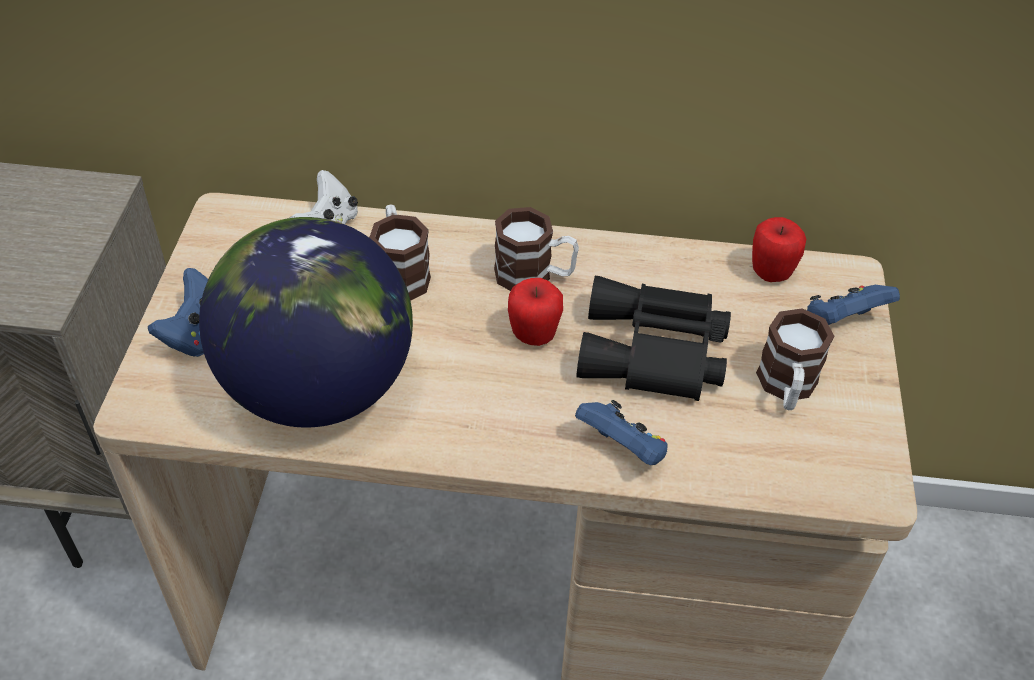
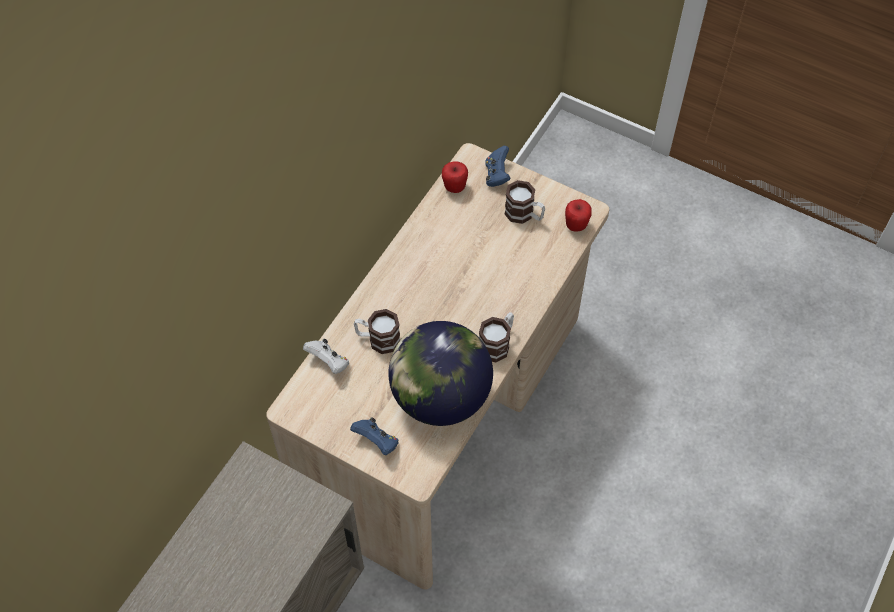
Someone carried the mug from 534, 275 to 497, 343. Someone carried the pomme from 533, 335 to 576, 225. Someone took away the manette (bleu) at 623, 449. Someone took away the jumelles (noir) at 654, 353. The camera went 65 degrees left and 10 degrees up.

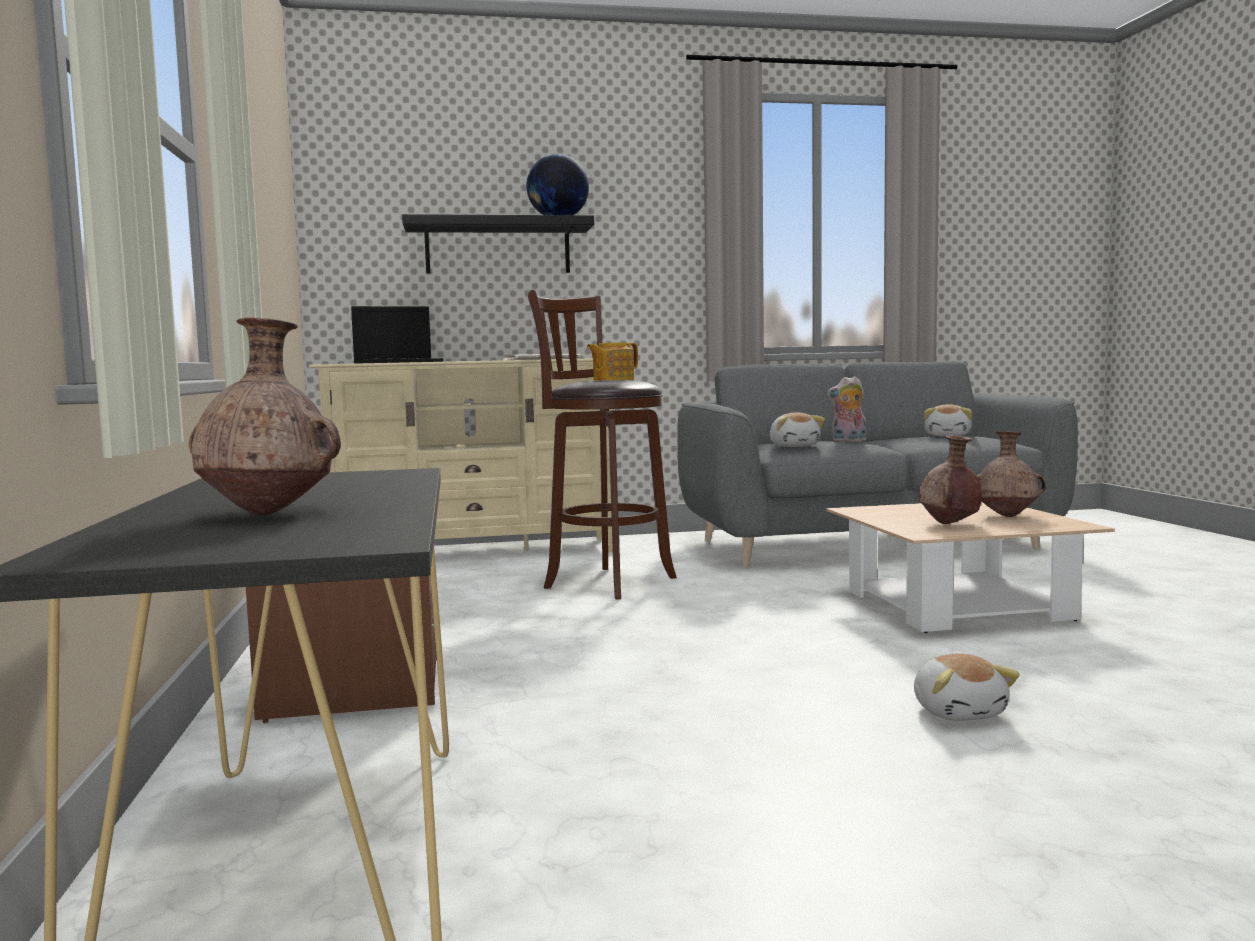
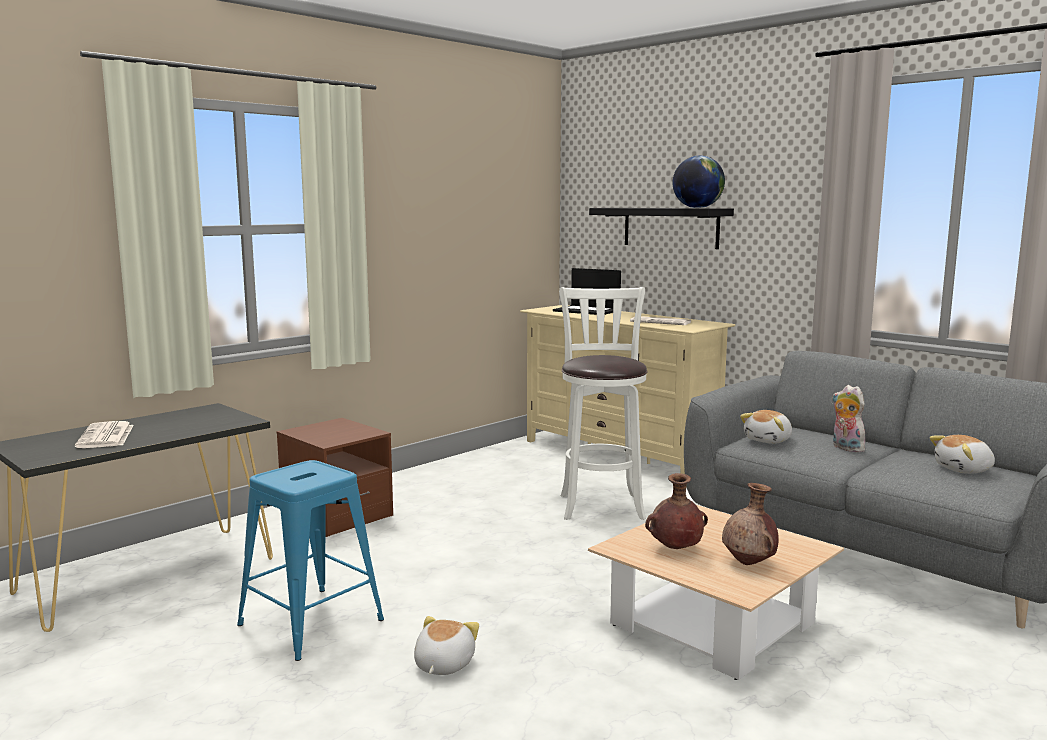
Someone swapped the vase (marron) at 270, 513 for the journal at 106, 436. Someone repainted the tabouret (marron) at 604, 582, which became the tabouret (blanc) at 601, 505. Someone took away the théière at 612, 380. Someone rotated the peluche at 959, 712 by 150 degrees clockwise. Someone put down the tabouret (bleu) at 311, 623. The camera went 55 degrees right and 5 degrees up.

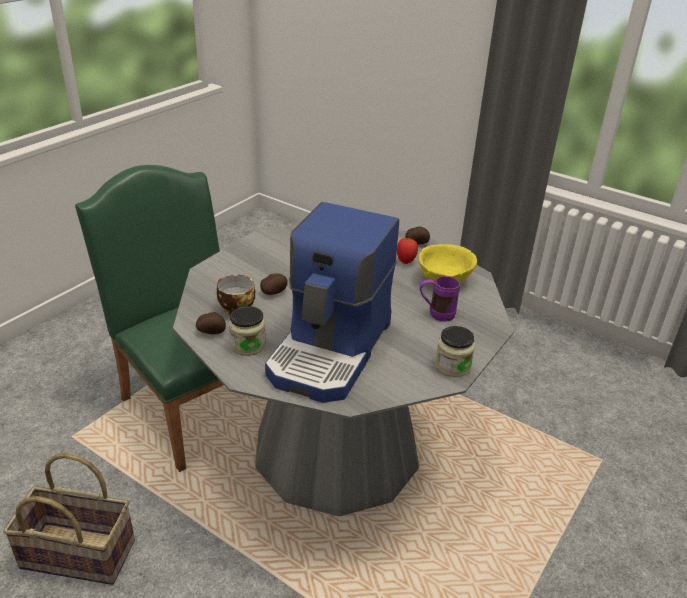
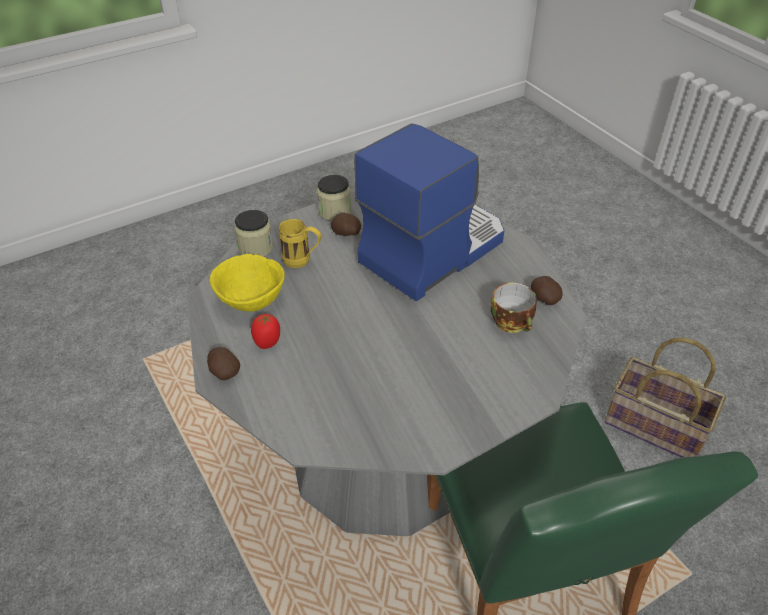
Someone carried the bocal from 248, 345 to 255, 248. Someone carried the pomme de terre from 274, 292 to 346, 233. Someone repainted the mug (violet) at 436, 314, which became the mug (jaune) at 302, 261. The camera went 155 degrees left and 10 degrees up.

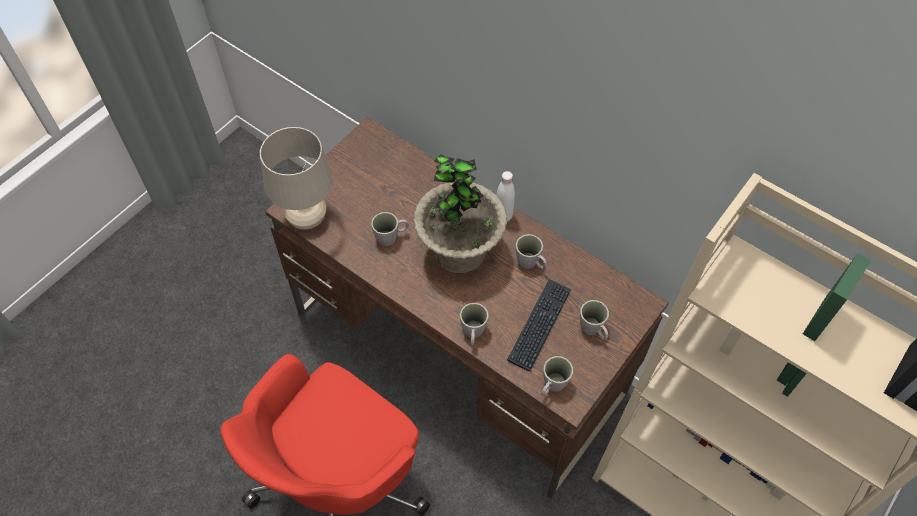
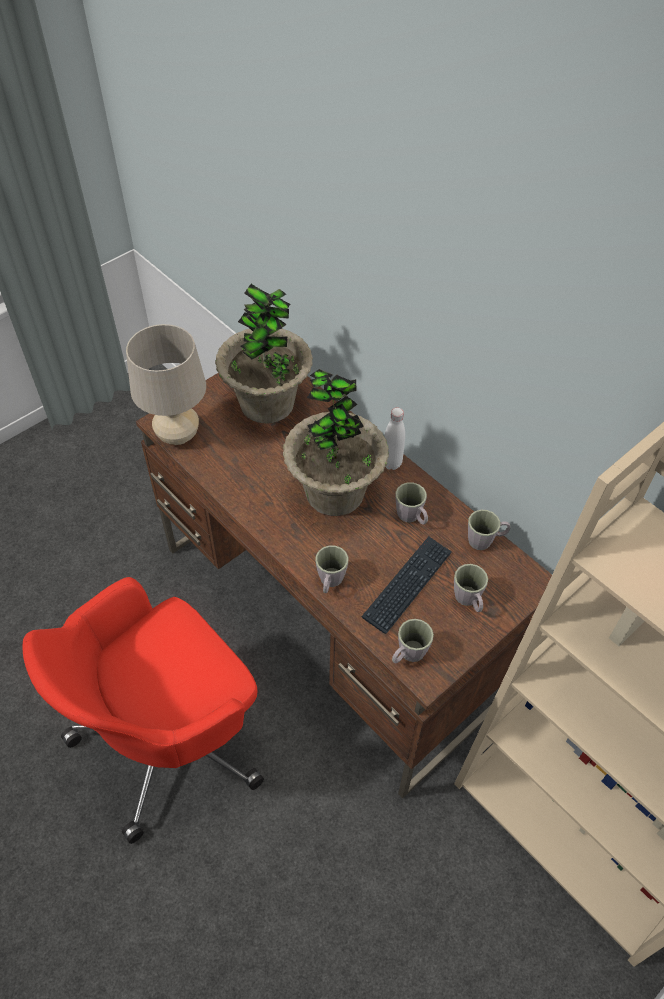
Someone carried the mug (gris) from 391, 237 to 485, 540. Someone put down the plante en pot at 267, 404. The camera went 10 degrees right and 5 degrees down.

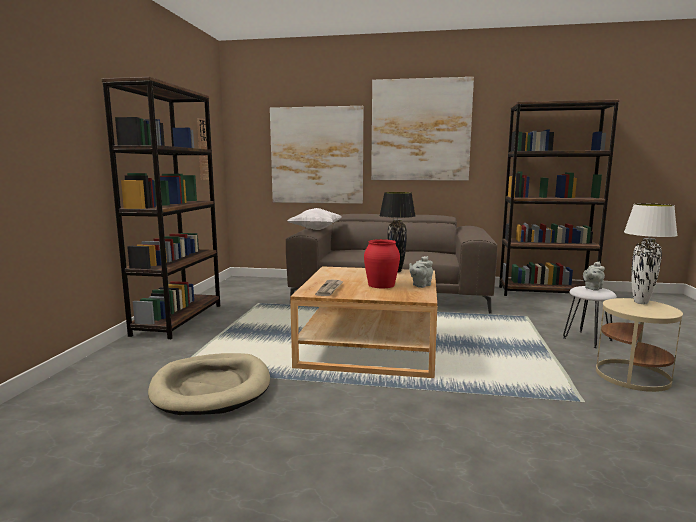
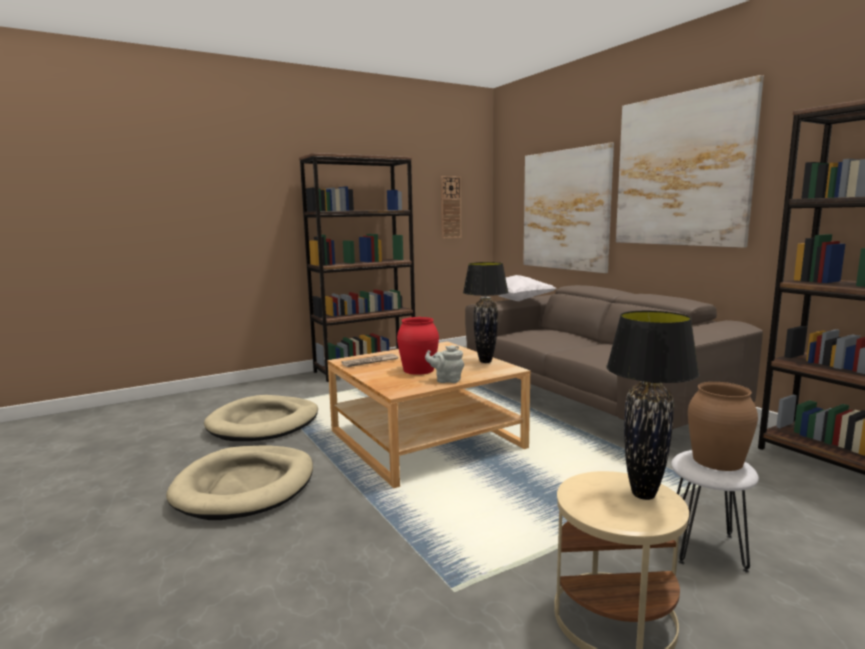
Someone swapped the théière (gris) at 592, 288 for the vase (marron) at 718, 460. Someone repainted the lampe de table (blanc) at 641, 303, which became the lampe de table (noir) at 643, 495. Someone put down the panier pour chien (beige) at 245, 486. The camera went 50 degrees right and 0 degrees up.

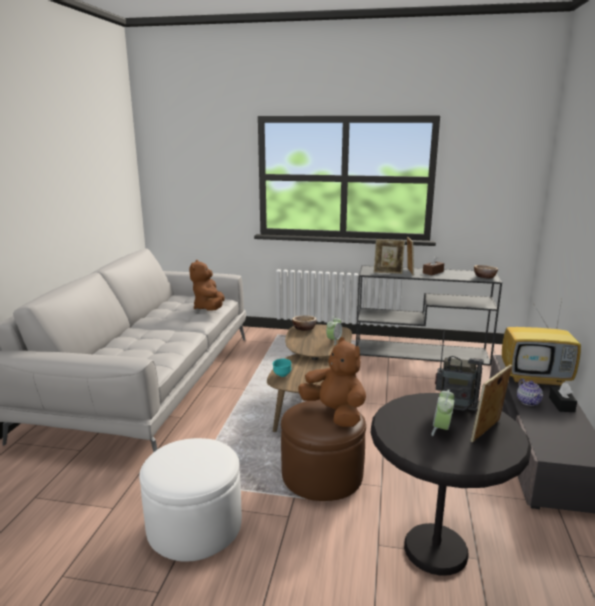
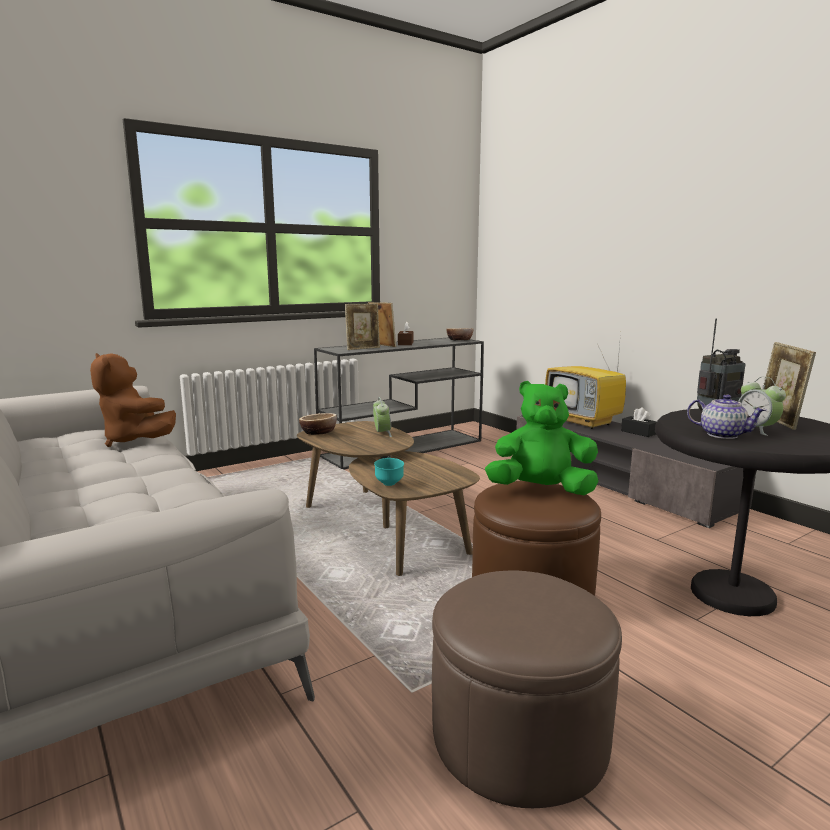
Someone repainted the pouf (blanc) at 194, 525, which became the pouf (marron) at 519, 735. Someone repainted the peluche (marron) at 335, 413, which became the peluche (vert) at 541, 490. Someone rotated the téléviseur at 536, 378 by 90 degrees clockwise. Someone carried the théière from 528, 401 to 721, 435. The camera went 45 degrees left and 5 degrees down.

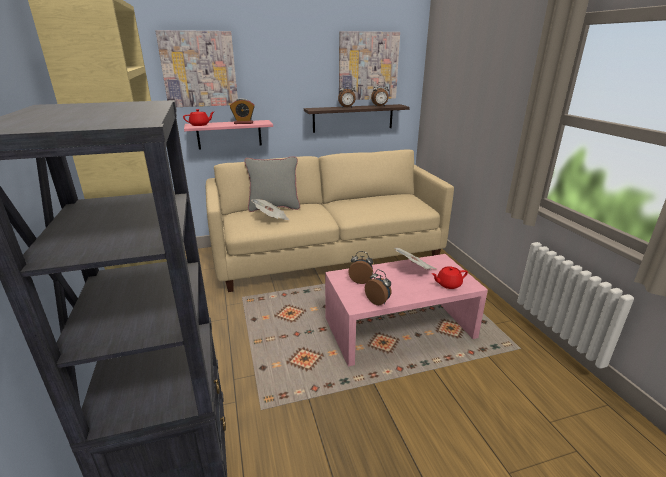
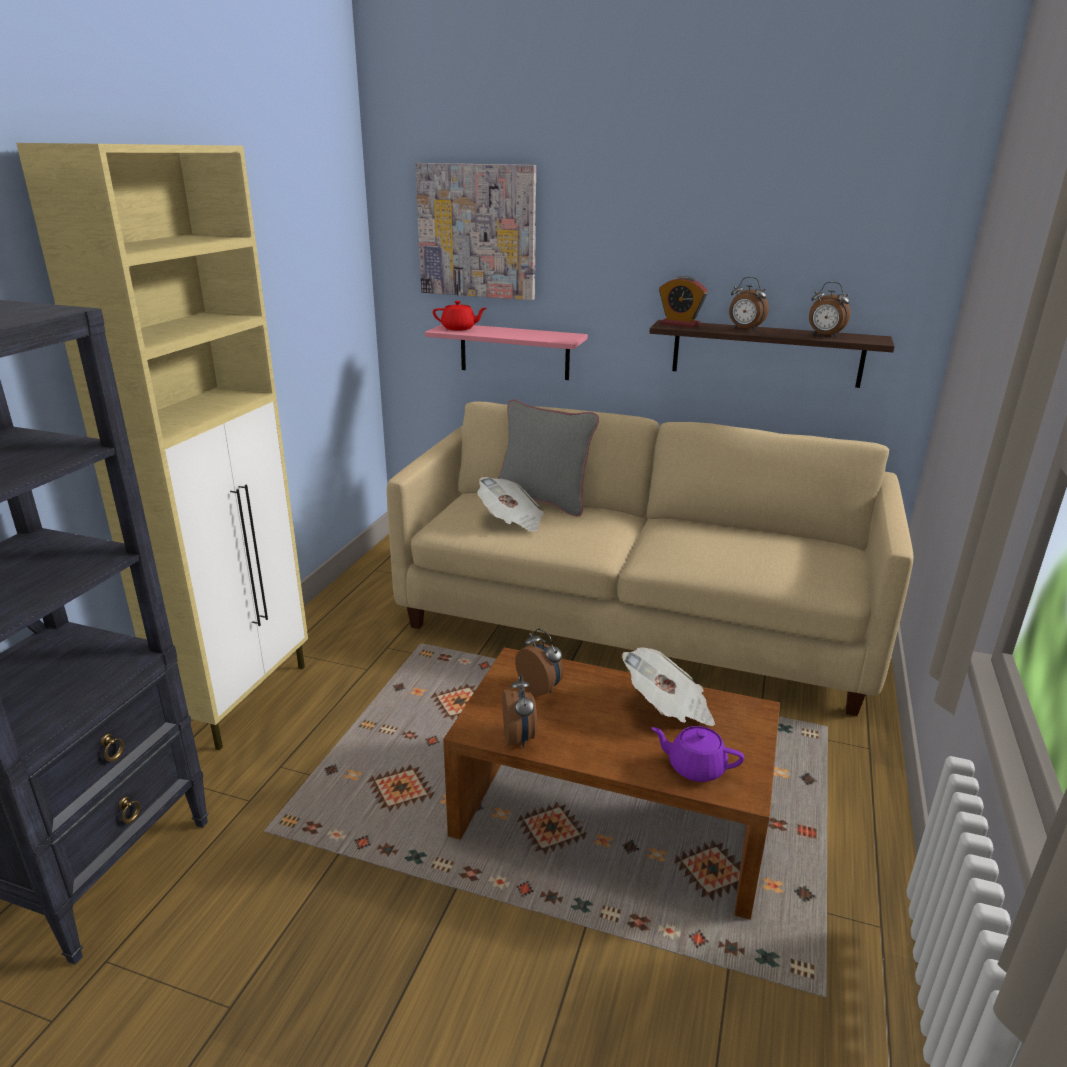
Someone carried the réveil from 243, 123 to 680, 324. Someone repainted the table basse (rose) at 398, 327, which became the table basse (marron) at 611, 814. Someone took away the tableau at 368, 66. Someone repainted the théière (rouge) at 448, 284, which became the théière (violet) at 695, 767. The camera went 35 degrees right and 0 degrees up.

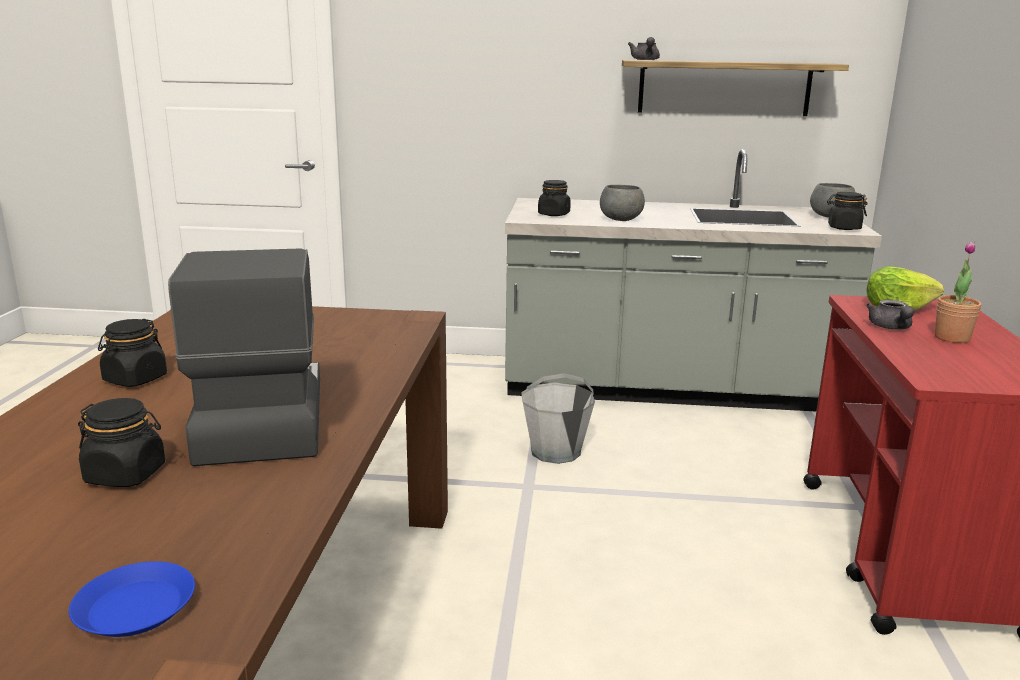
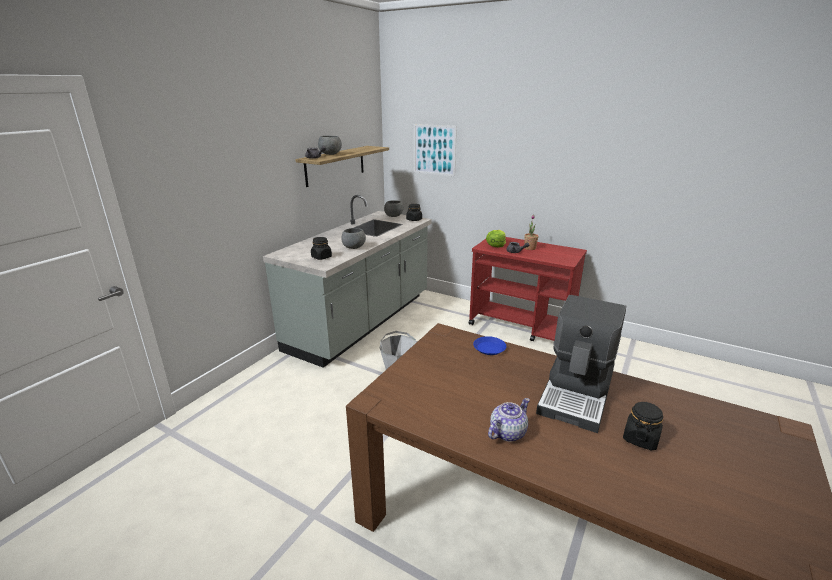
Someone carried the assiette (bleu) from 134, 608 to 489, 348. Someone swapped the bocal (noir) at 135, 379 for the théière at 507, 433. Someone rotated the machine à café at 259, 420 by 75 degrees counterclockwise. Someone put down the bol (gris) at 330, 154. Someone put up the tableau at 434, 150. The camera went 65 degrees left and 5 degrees up.

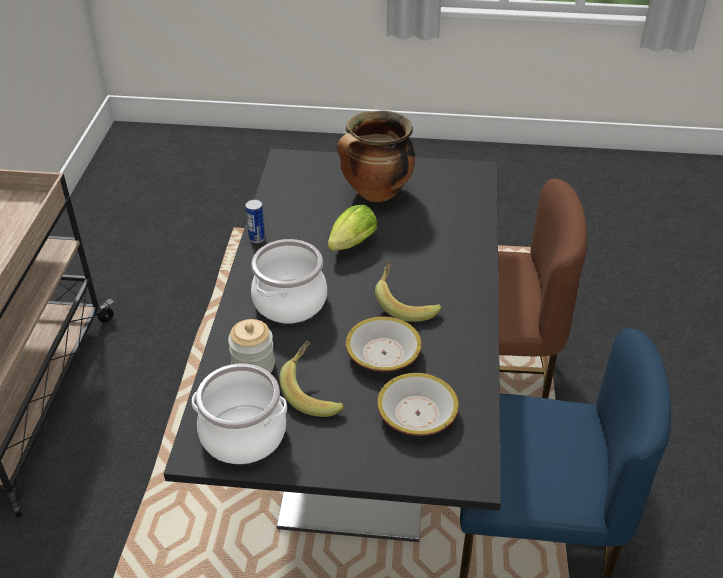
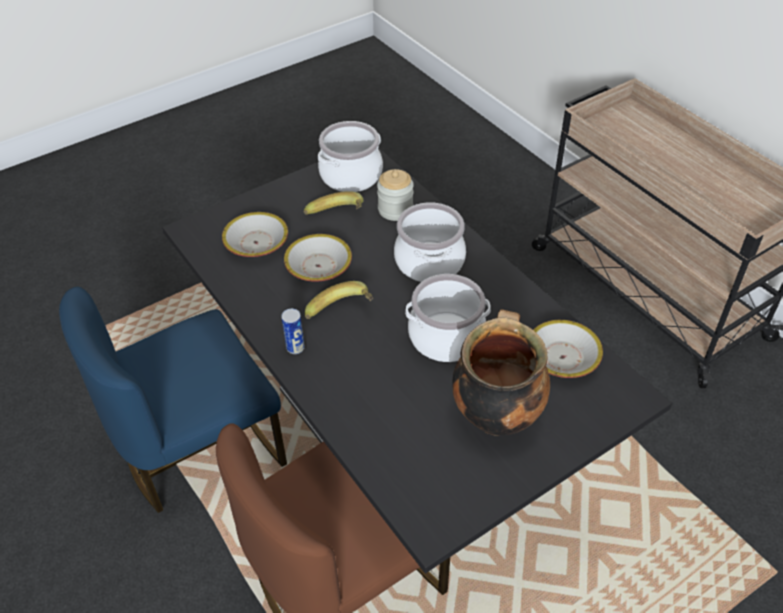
Someone carried the boîte métallique from 257, 238 to 295, 348. Someone swapped the laitue at 350, 245 for the marmite at 446, 338. Someone put down the bol at 562, 358. The camera went 140 degrees right and 5 degrees up.

